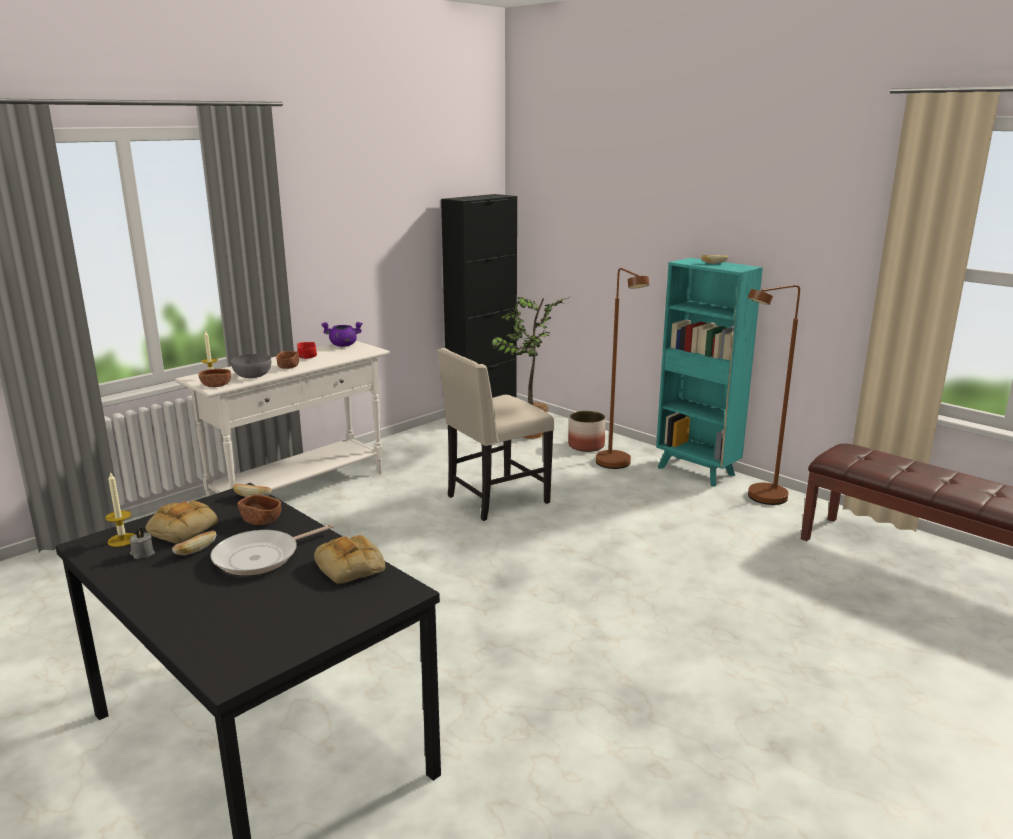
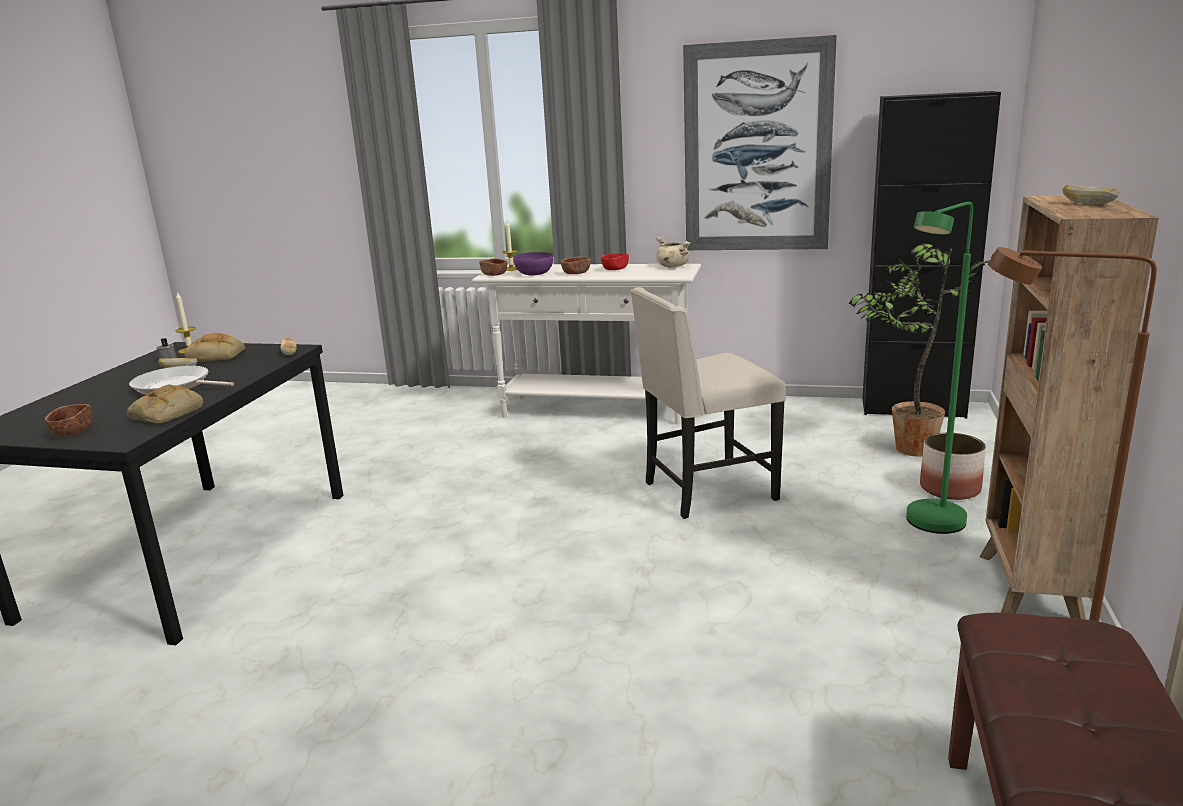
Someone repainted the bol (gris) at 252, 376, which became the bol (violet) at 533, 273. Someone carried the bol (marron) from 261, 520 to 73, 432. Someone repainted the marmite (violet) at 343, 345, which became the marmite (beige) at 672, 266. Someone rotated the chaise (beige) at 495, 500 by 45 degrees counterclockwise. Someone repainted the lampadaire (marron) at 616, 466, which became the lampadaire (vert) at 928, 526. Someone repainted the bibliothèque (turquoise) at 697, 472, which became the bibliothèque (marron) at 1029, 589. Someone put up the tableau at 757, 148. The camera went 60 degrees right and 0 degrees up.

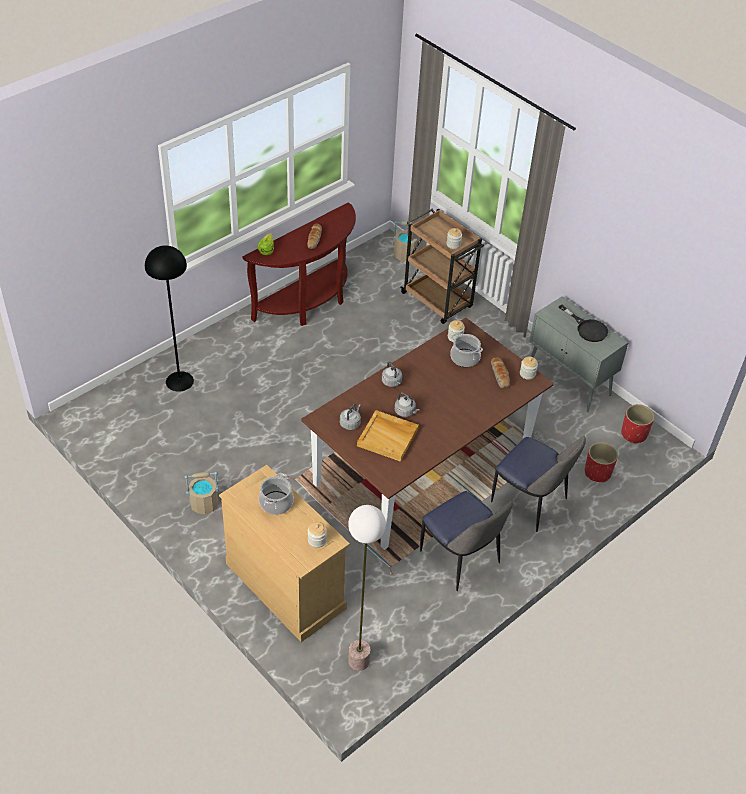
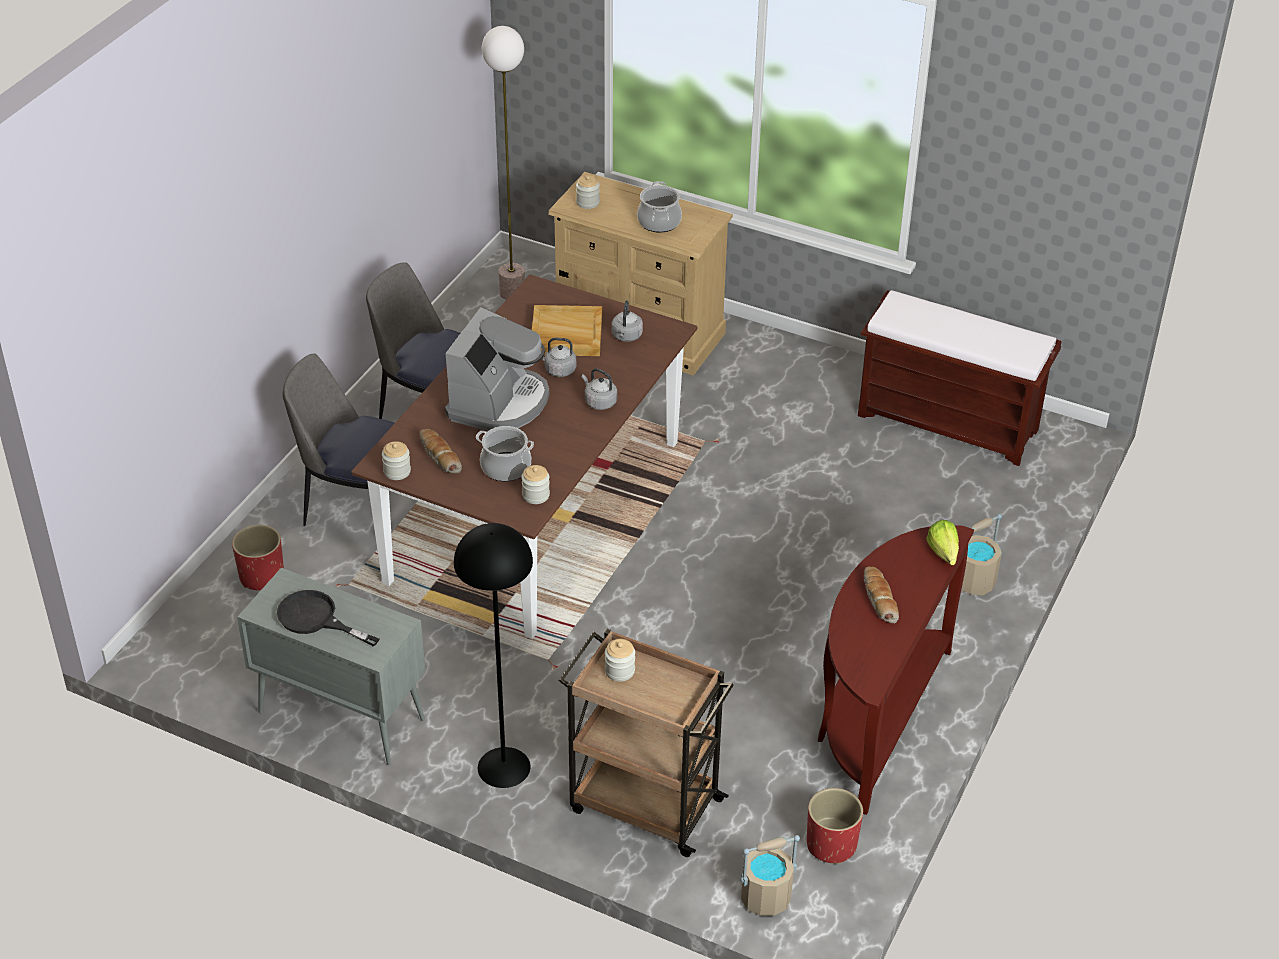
Someone carried the lampadaire (noir) from 179, 381 to 504, 767. Someone carried the seau (beige) from 204, 504 to 974, 581. Someone carried the cache-pot (rouge) from 634, 434 to 831, 844. Someone put down the machine à café at 499, 402. Someone put down the banc (marron) at 949, 422. The camera went 160 degrees right and 5 degrees down.

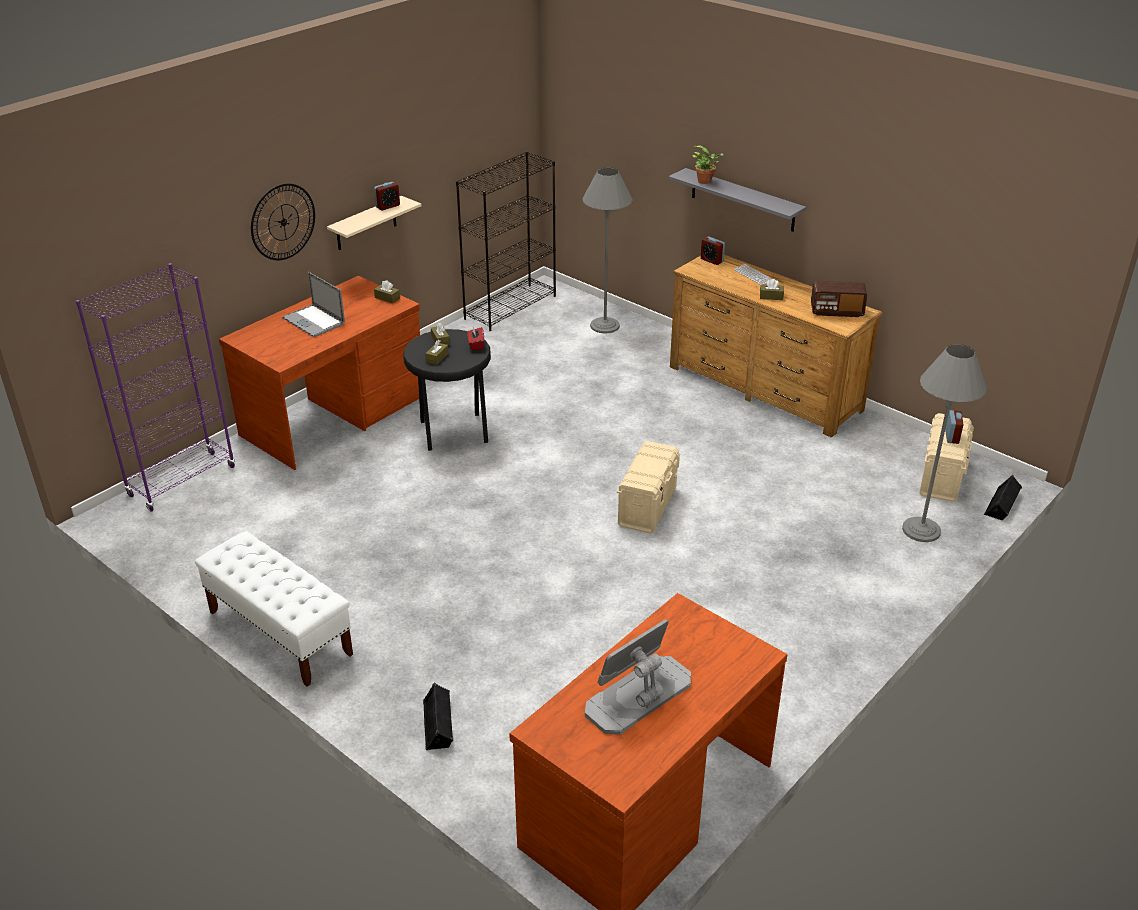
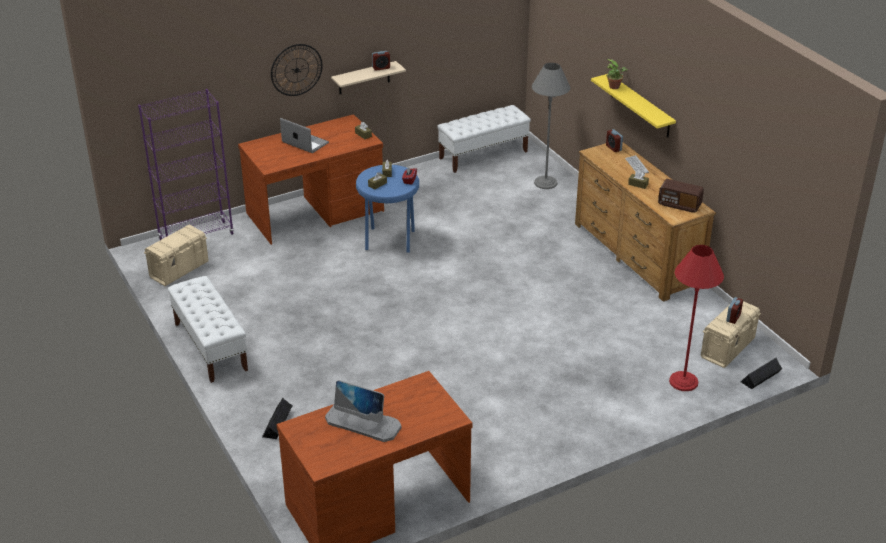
Someone rotated the ordinateur portable at 313, 321 by 150 degrees clockwise. Someone repainted the tabouret (noir) at 452, 432, which became the tabouret (bleu) at 389, 240. Someone swapped the bibliothèque (noir) at 510, 307 for the banc (blanc) at 483, 155. Someone rotated the écran d'ordinateur at 638, 696 by 135 degrees counterclockwise. Someone carried the boîte de rangement (beige) from 647, 506 to 179, 269. Someone repainted the étagère (gris) at 742, 200, which became the étagère (jaune) at 640, 106. Someone repainted the lampadaire (gris) at 921, 530, which became the lampadaire (rouge) at 683, 381. The camera went 20 degrees right and 0 degrees up.

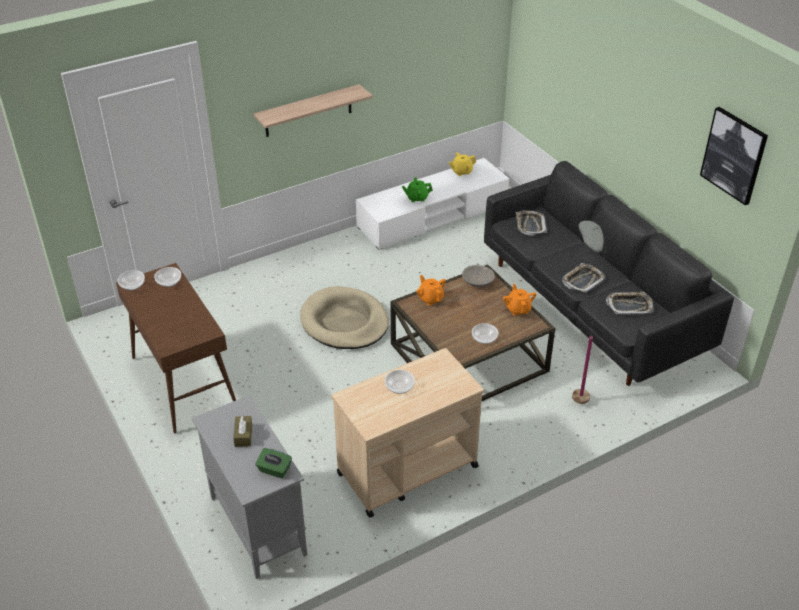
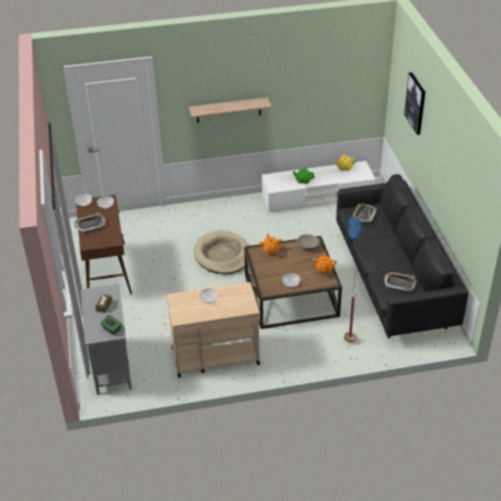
Someone carried the plateau from 582, 280 to 90, 224. Someone repainted the lampadaire (gris) at 572, 391, which became the lampadaire (bleu) at 348, 333. Someone carried the tableau from 734, 155 to 416, 103. The camera went 20 degrees right and 0 degrees up.

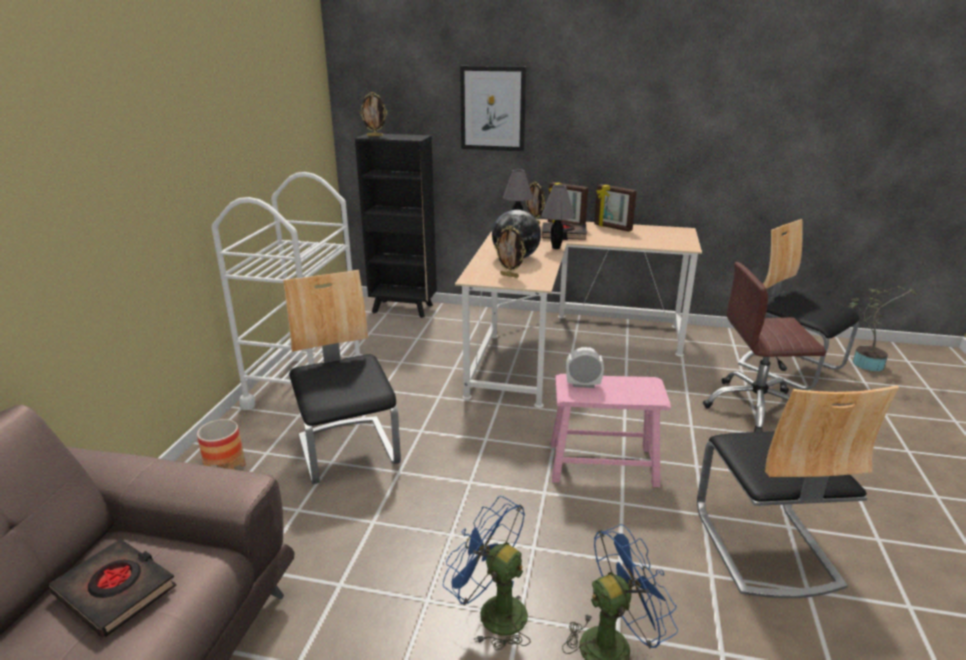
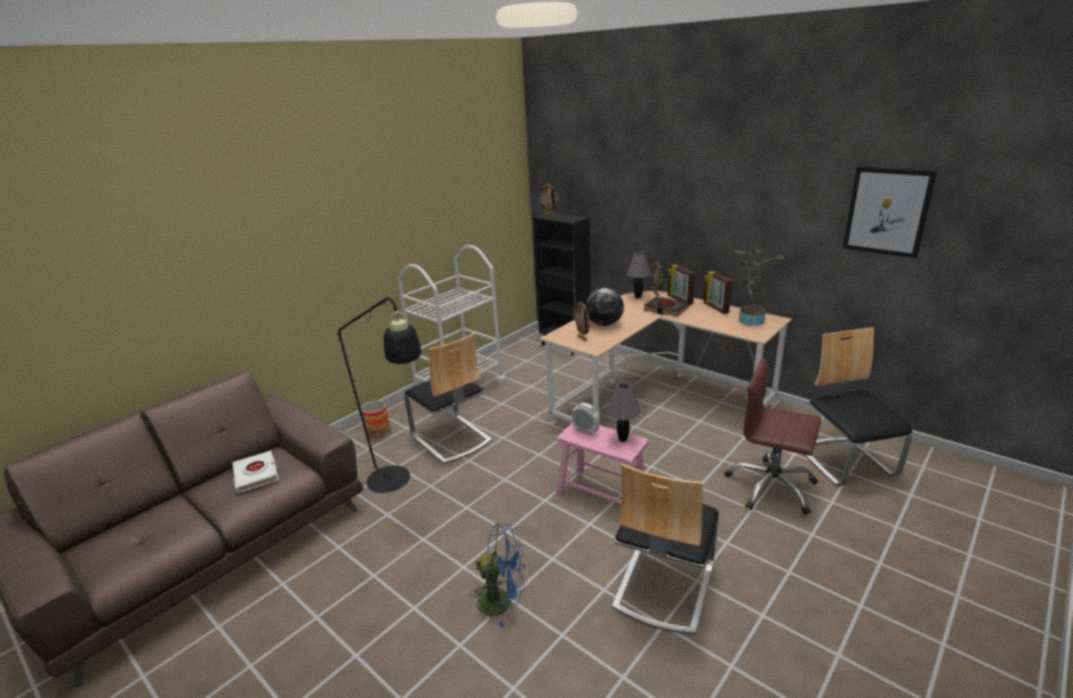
Someone repainted the livre (noir) at 116, 591, which became the livre (blanc) at 256, 474. Someone rotated the chaise at 348, 450 by 135 degrees clockwise. Someone took away the ventilateur (bleu) at 492, 612. Someone carried the tableau from 493, 108 to 887, 211. Someone carried the lampe de table (gris) from 556, 248 to 623, 439. Someone carried the plante en pot from 864, 363 to 749, 319. Someone put down the lampadaire (noir) at 395, 483. The camera went 30 degrees right and 0 degrees up.

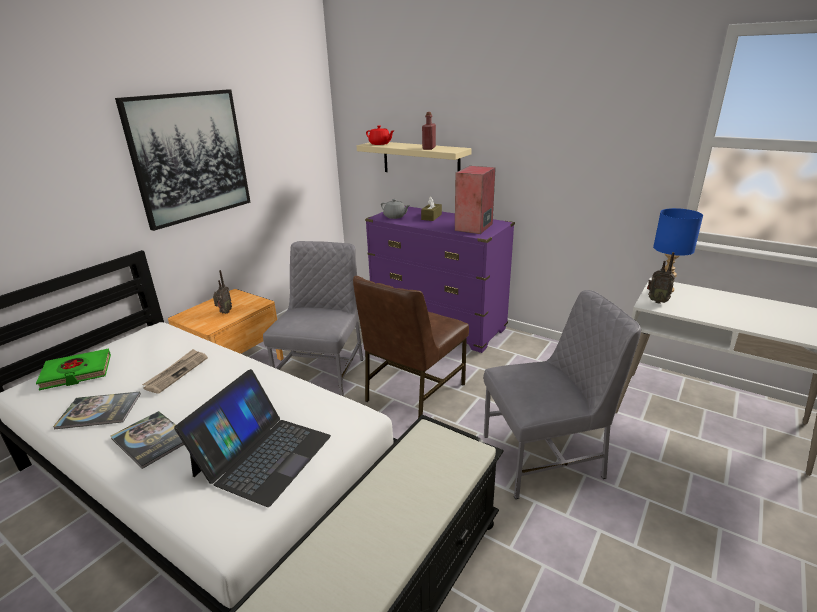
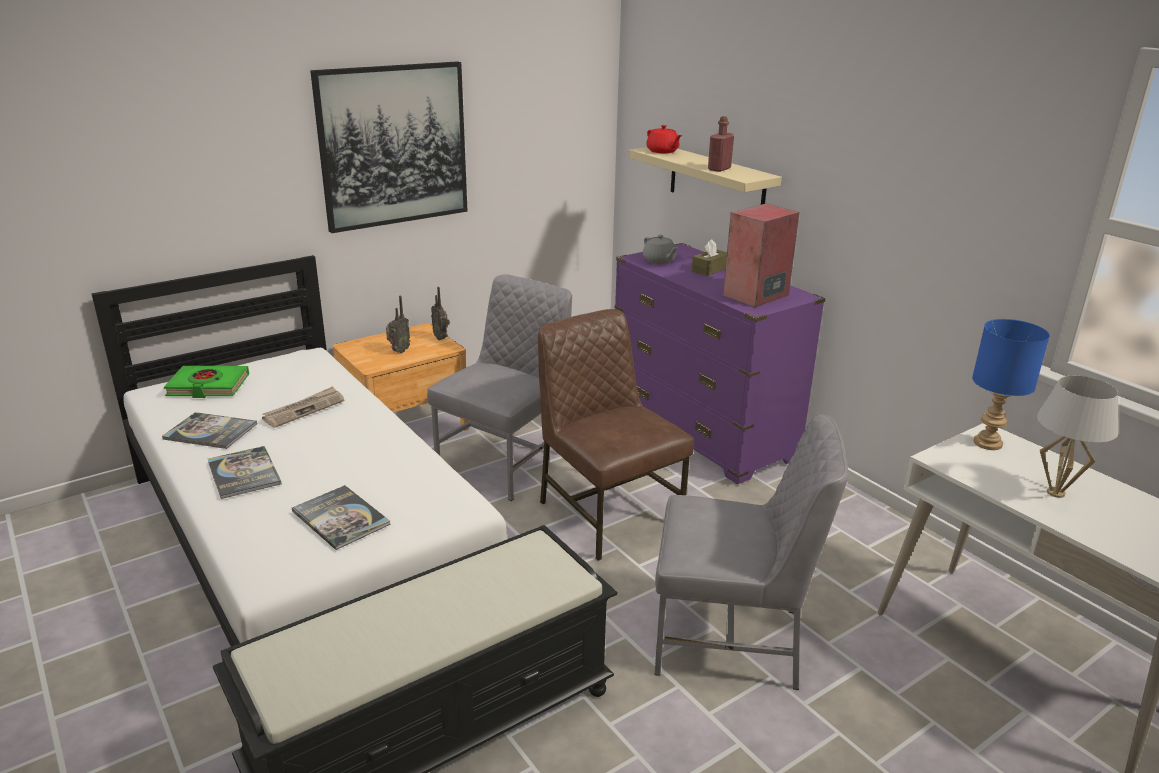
Someone swapped the ordinateur portable at 263, 455 for the livre at 341, 518. Someone rotated the chaise (marron) at 413, 392 by 90 degrees clockwise. Someone carried the radio from 657, 301 to 441, 338. Someone put down the lampe de table (blanc) at 1055, 493. The camera went 20 degrees right and 0 degrees up.

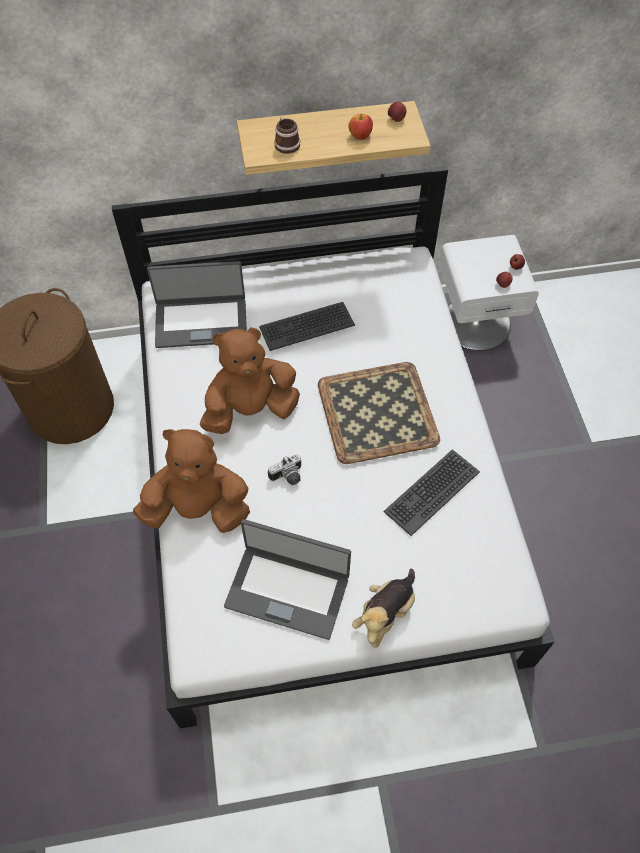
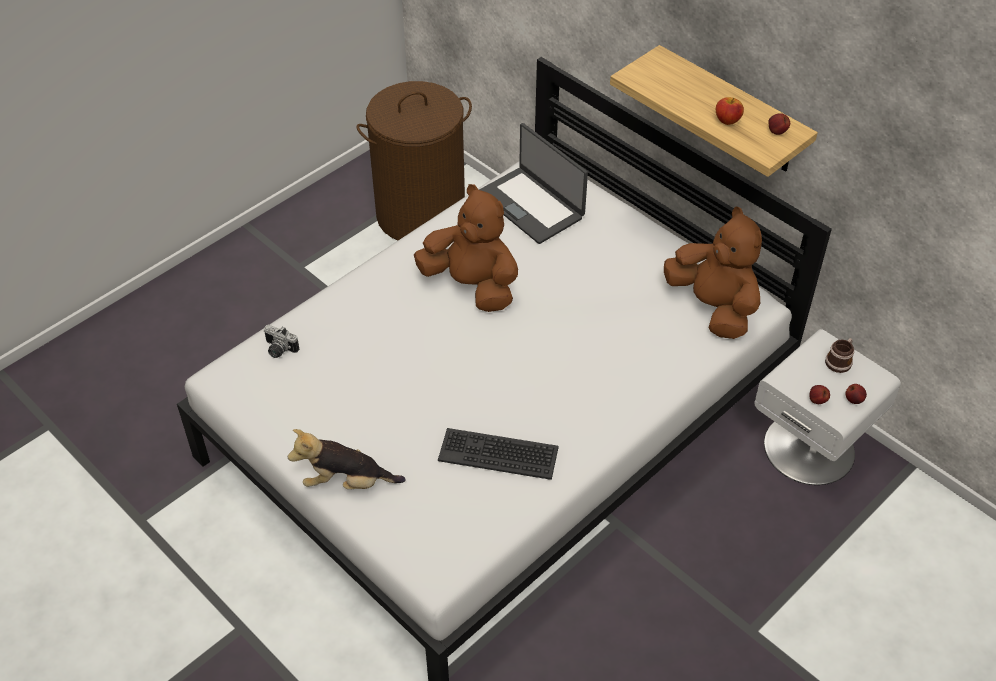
Someone carried the peluche (marron) from 198, 509 to 713, 307. Someone took away the ordinateur portable at 287, 590. Someone took away the clavier at 306, 326. Someone carried the appareil photo from 288, 477 to 278, 350. Someone carried the mug from 286, 143 to 840, 361. Someone took away the plateau at 378, 413. The camera went 55 degrees right and 10 degrees down.

